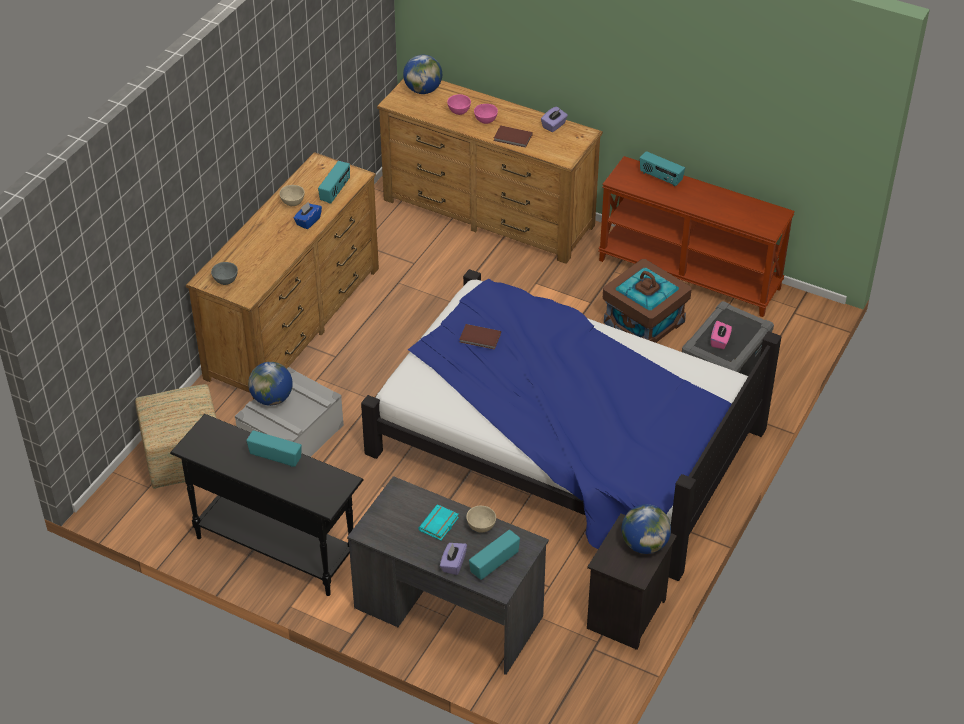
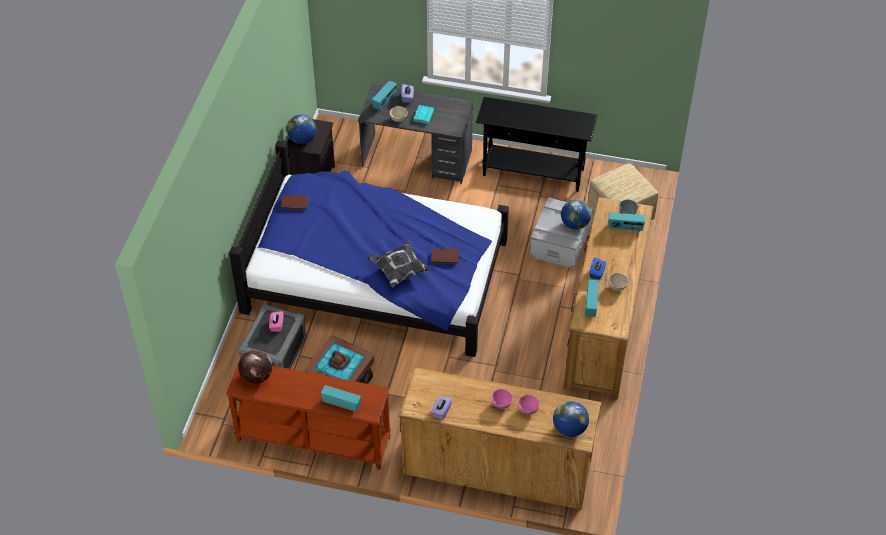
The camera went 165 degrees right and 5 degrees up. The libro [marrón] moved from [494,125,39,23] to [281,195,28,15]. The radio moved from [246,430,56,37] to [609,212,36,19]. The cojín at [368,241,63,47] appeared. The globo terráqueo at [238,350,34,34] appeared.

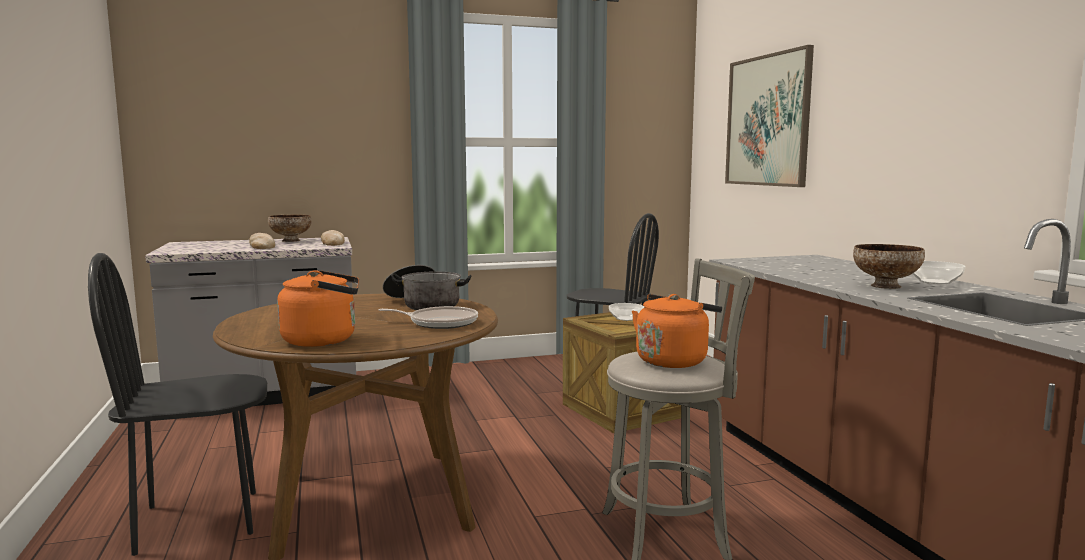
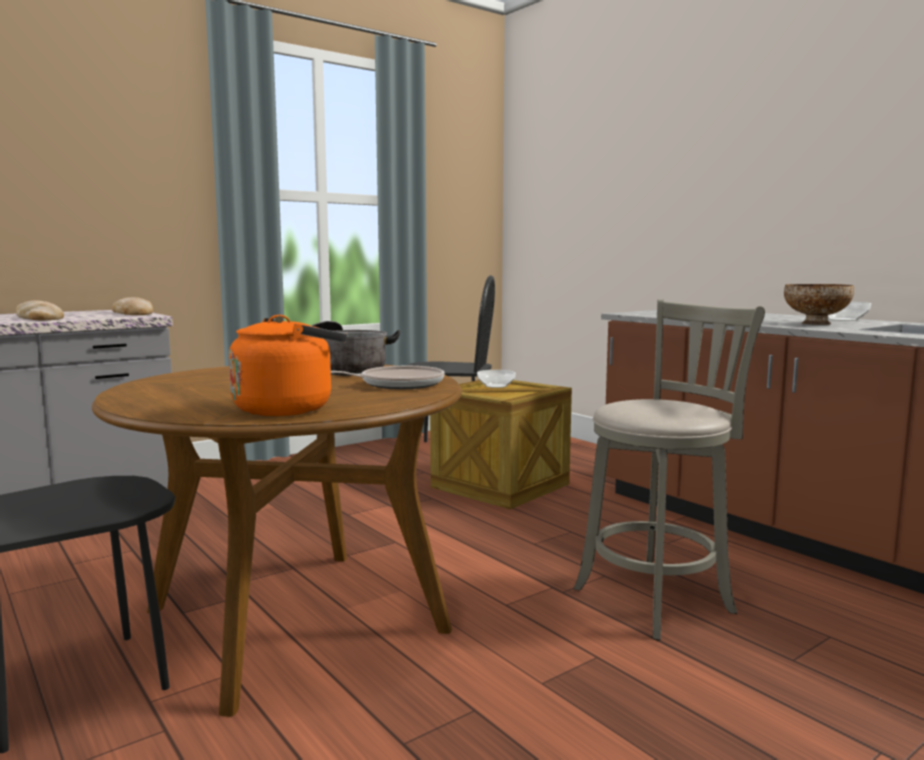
The camera went 20 degrees left and 0 degrees up. The cuadro at [725,45,89,142] disappeared. The cuenco at [268,215,43,27] disappeared. The hervidor [naranja] at [632,294,90,74] disappeared.

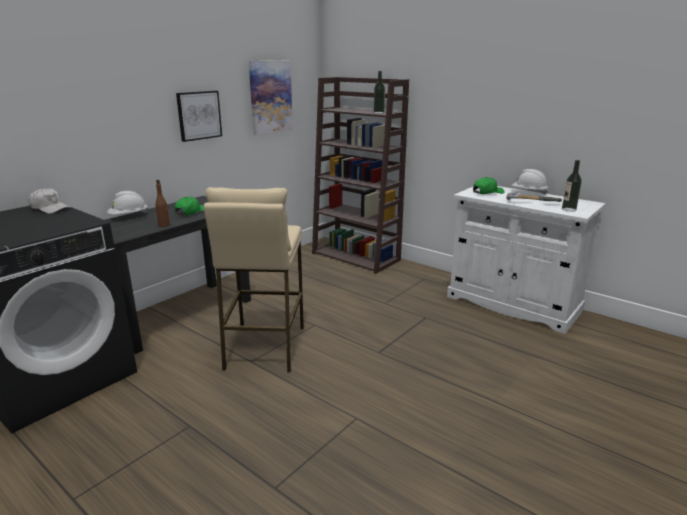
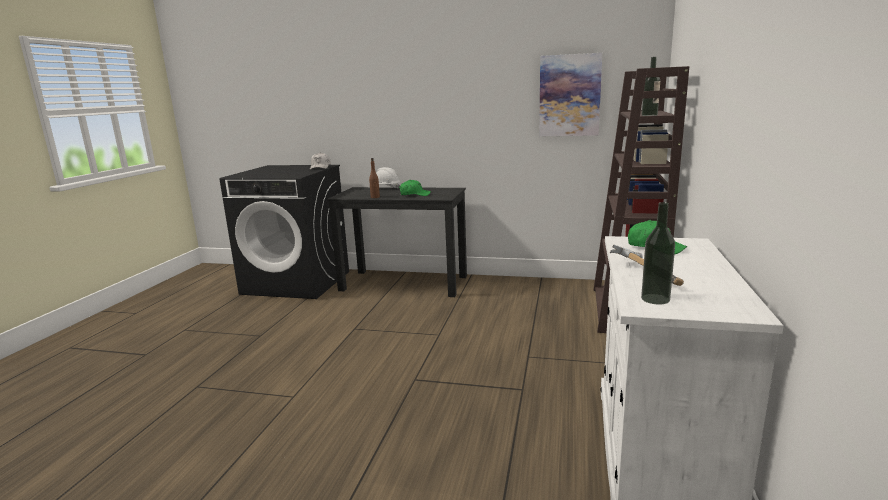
The camera went 65 degrees right and 5 degrees down. The cuadro at [176,91,46,51] disappeared. The casco [blanco] at [511,169,38,26] disappeared. The taburete [beis] at [204,187,100,186] disappeared.

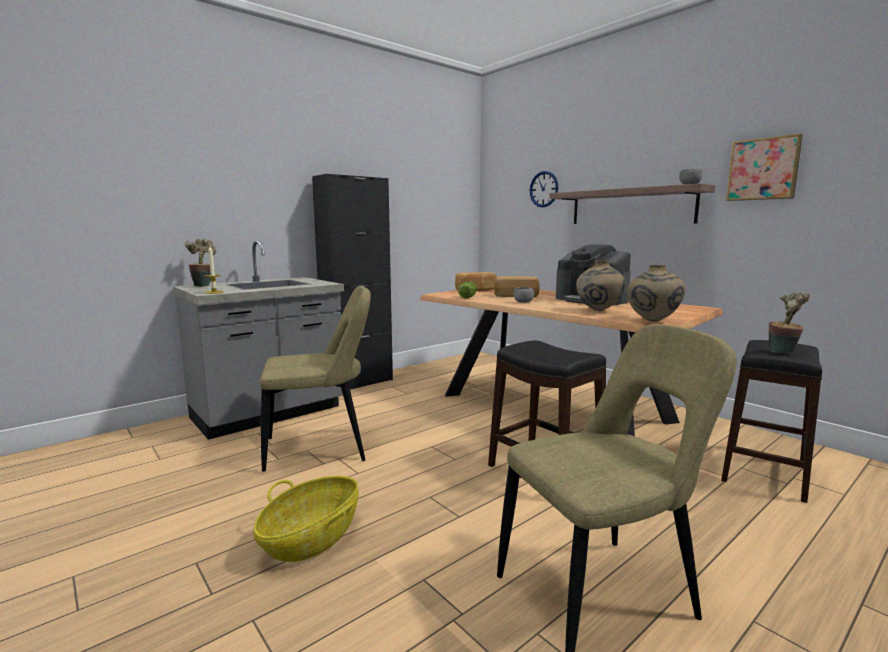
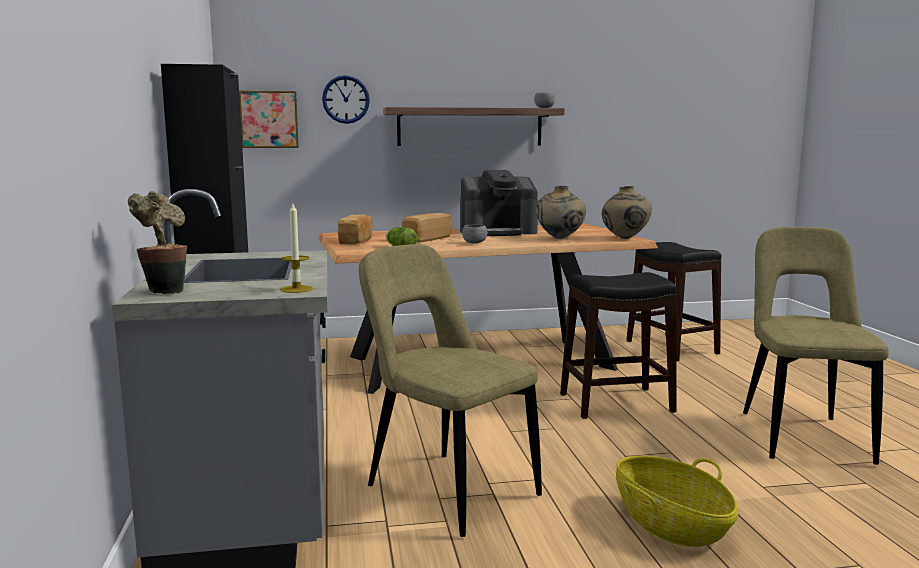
The camera went 60 degrees left and 0 degrees up. The cuadro moved from [726,134,77,67] to [239,91,60,57]. The silla [beis] at [260,286,111,186] turned 60 degrees counterclockwise. The planta en maceta at [768,292,42,61] disappeared.

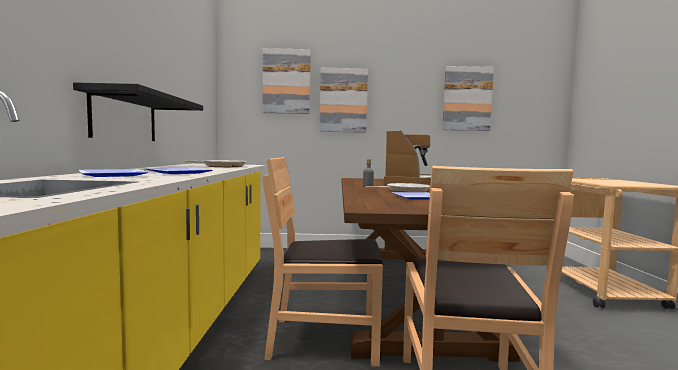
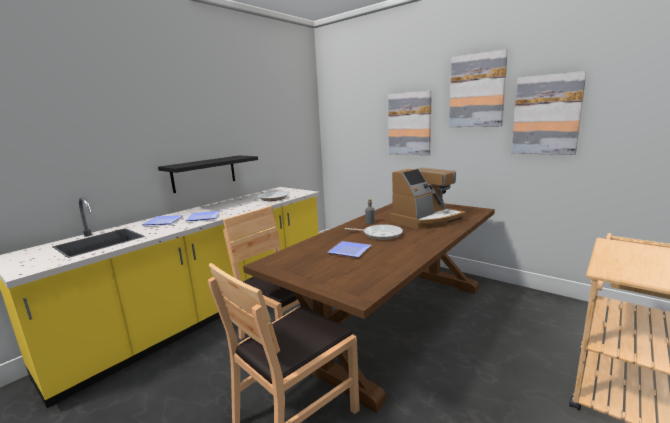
The camera went 40 degrees right and 10 degrees up. The cuadro moved from [263,48,48,66] to [449,49,59,78].

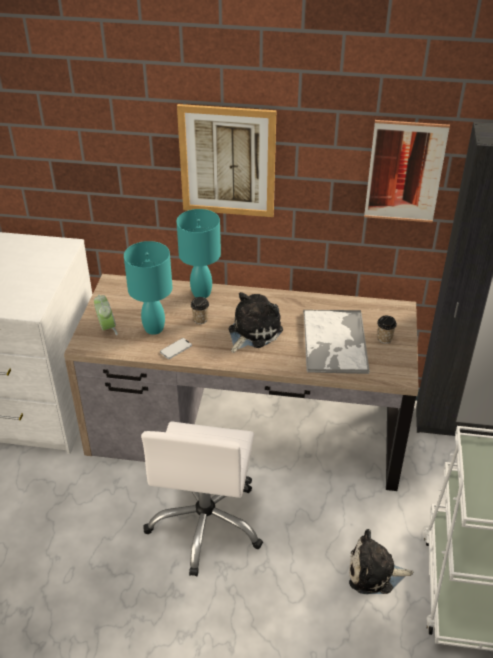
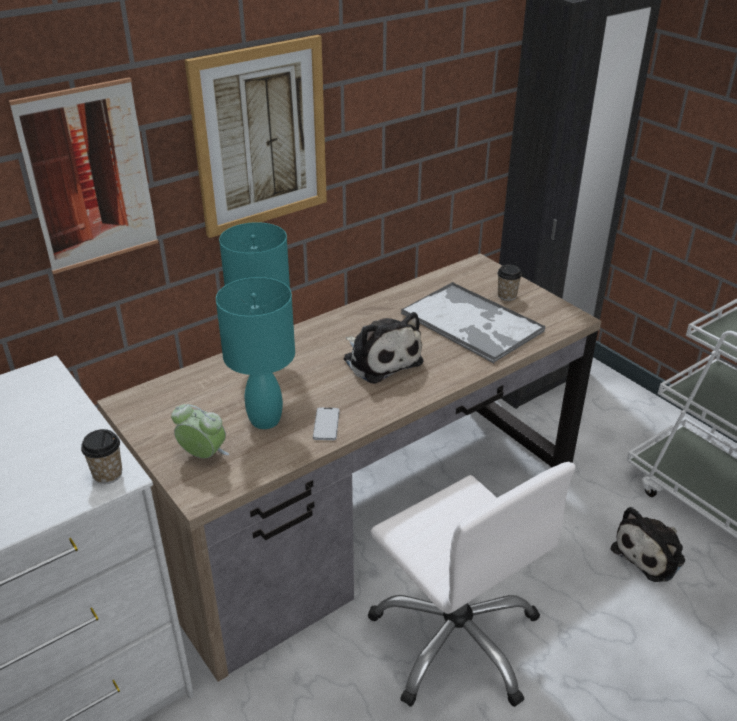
The camera went 45 degrees left and 5 degrees down. The cuadro moved from [364,120,86,103] to [9,77,149,197]. The peluche at [229,292,54,61] turned 150 degrees clockwise. The taza moved from [191,297,18,27] to [81,429,41,55].

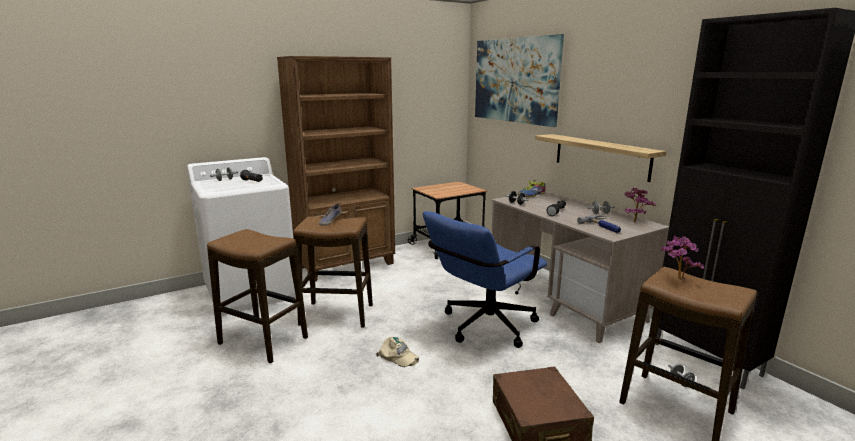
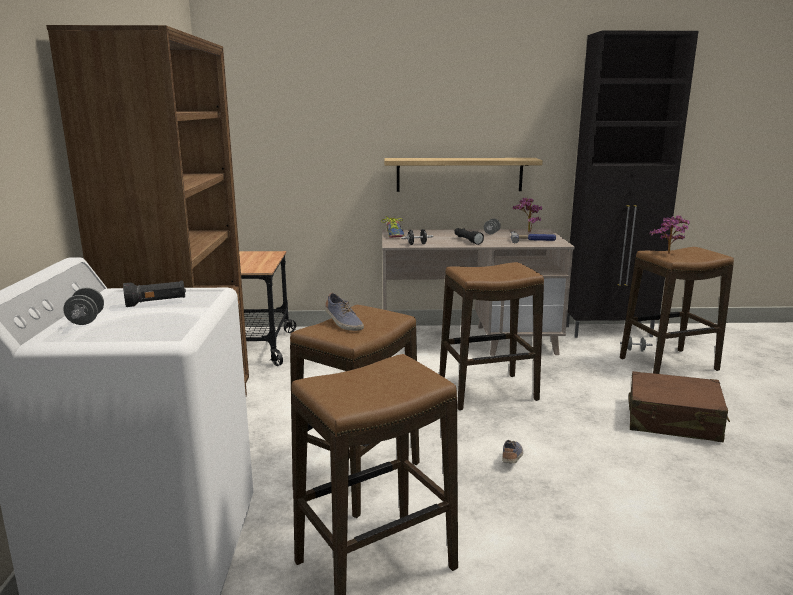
The camera went 60 degrees left and 0 degrees up. The cuadro at [475,34,89,93] disappeared. The silla de oficina [azul] at [423,211,124,137] was replaced by the taburete at [439,262,105,149]. The gorra [beis] at [376,337,43,30] was replaced by the zapato at [502,440,21,23].

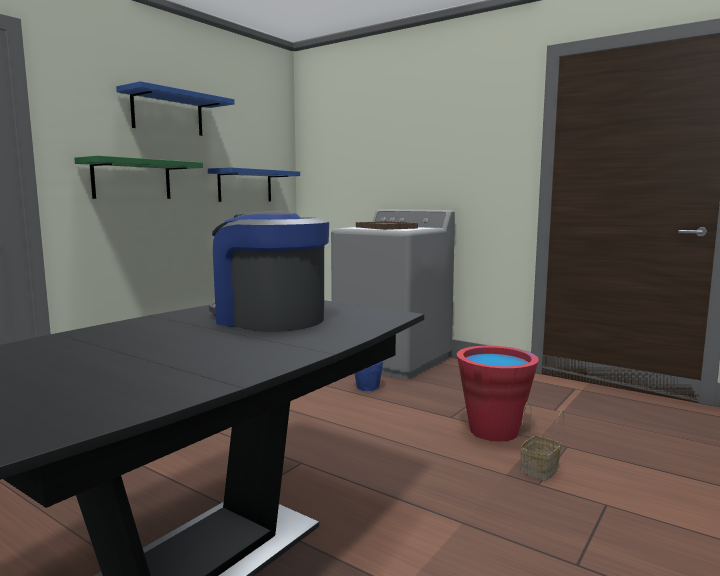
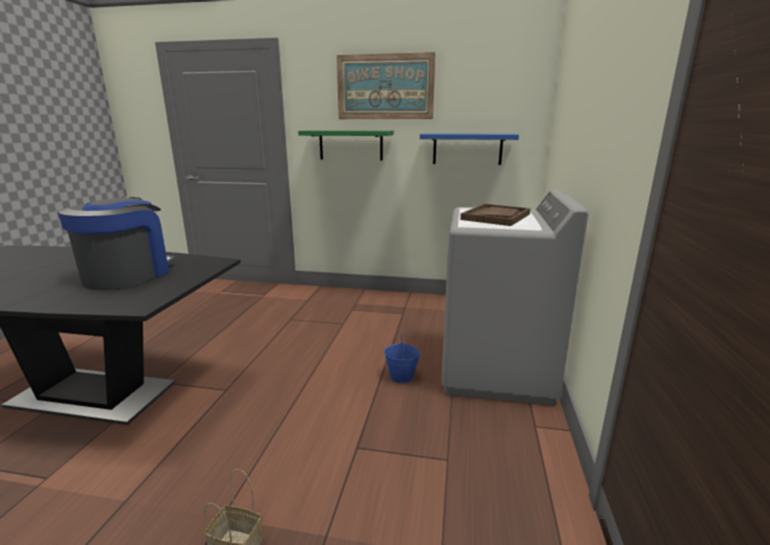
The camera went 65 degrees right and 10 degrees up. The estante [azul] at [116,81,119,55] was replaced by the cuadro at [337,52,99,67]. The cubo [rojo] at [457,346,82,96] disappeared.

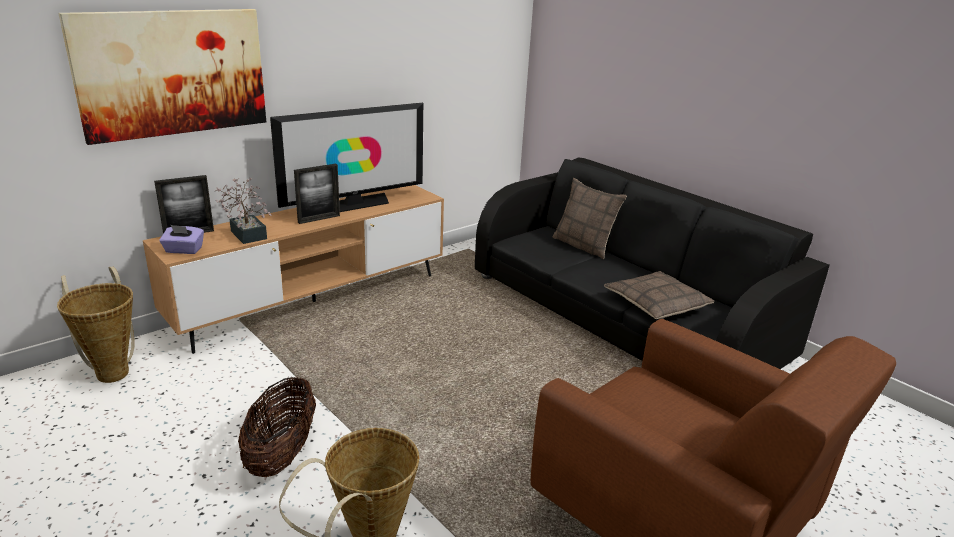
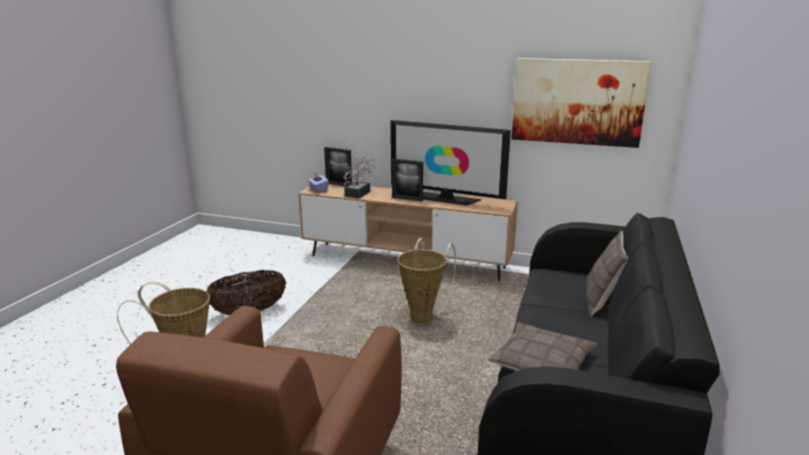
The camera went 60 degrees right and 5 degrees down. The cuadro moved from [58,9,208,136] to [511,58,140,90]. The cesta moved from [57,267,78,116] to [398,238,58,85].

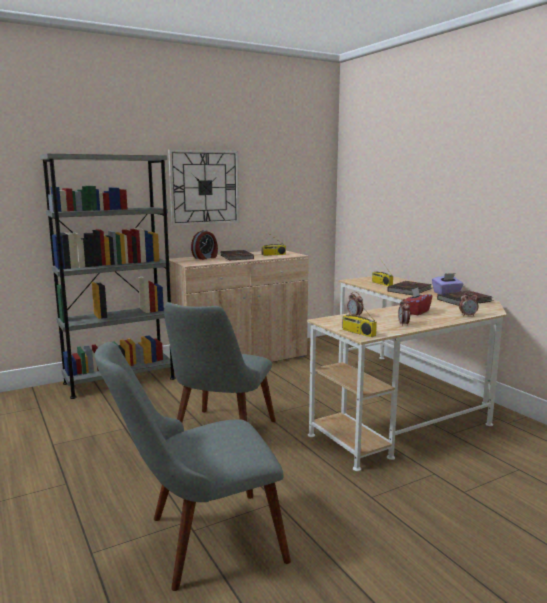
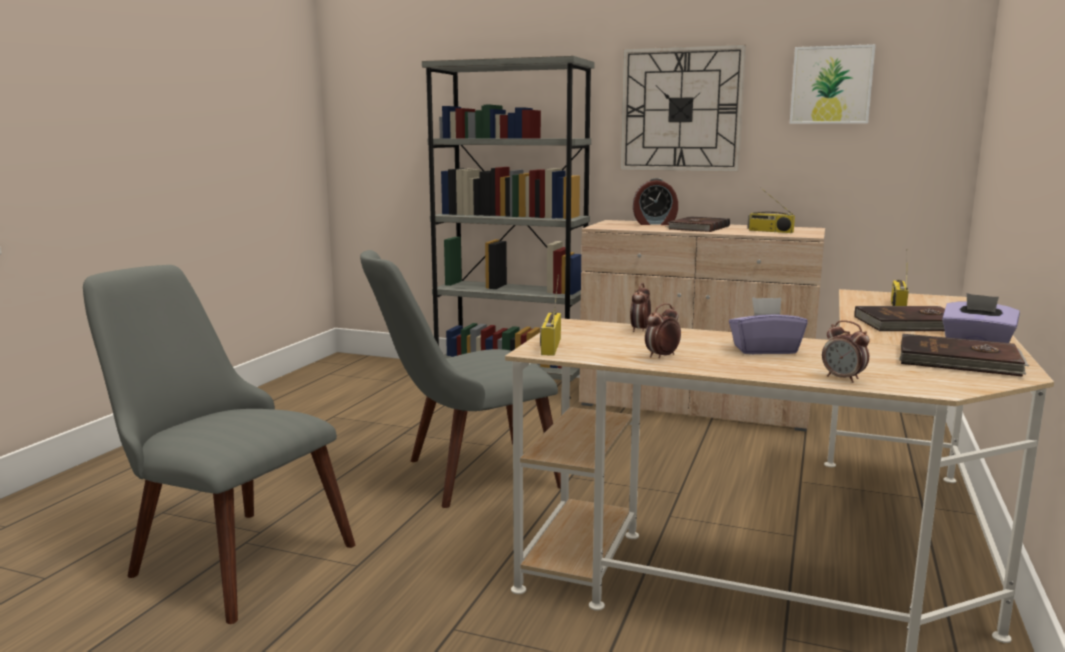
The camera went 50 degrees right and 0 degrees up. The caja de pañuelos [rojo] at [404,287,28,28] became the caja de pañuelos [morado] at [729,297,79,57]. The cuadro at [790,44,86,80] appeared.

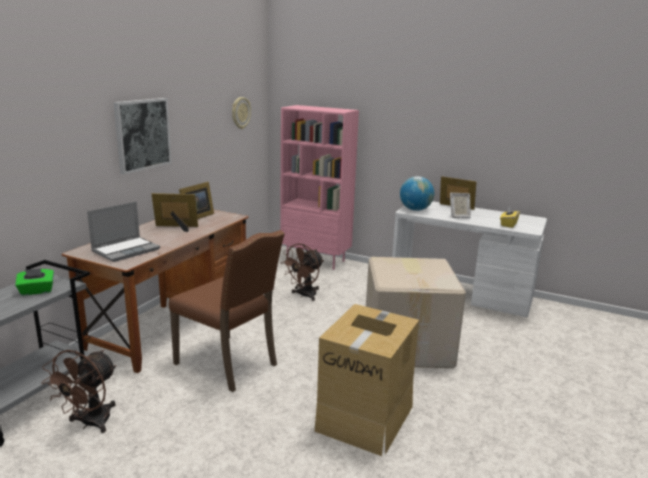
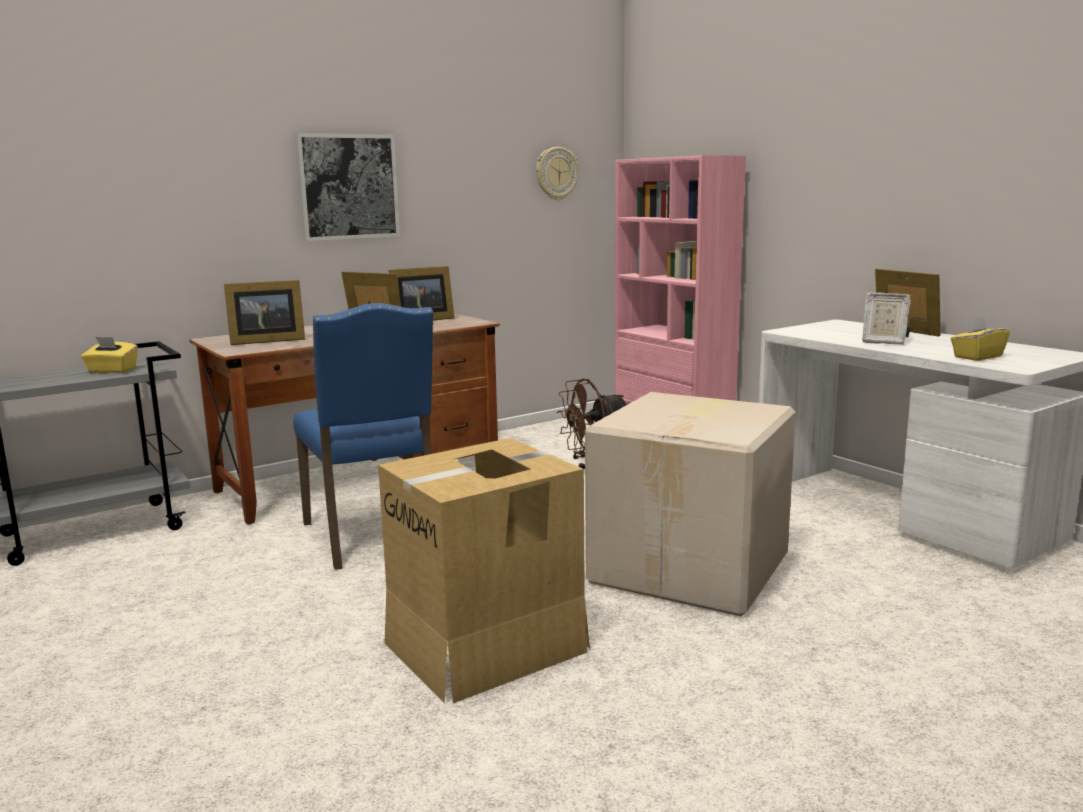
The camera went 30 degrees right and 5 degrees down. The globo terráqueo at [400,176,34,35] disappeared. The portátil at [87,202,73,60] was replaced by the portarretratos at [224,280,81,65]. The silla [marrón] at [169,230,116,162] became the silla [azul] at [293,303,141,267]. The caja de pañuelos [verde] at [15,268,39,27] became the caja de pañuelos [amarillo] at [81,337,57,36]. The ventilador [marrón] at [42,350,74,83] disappeared.

